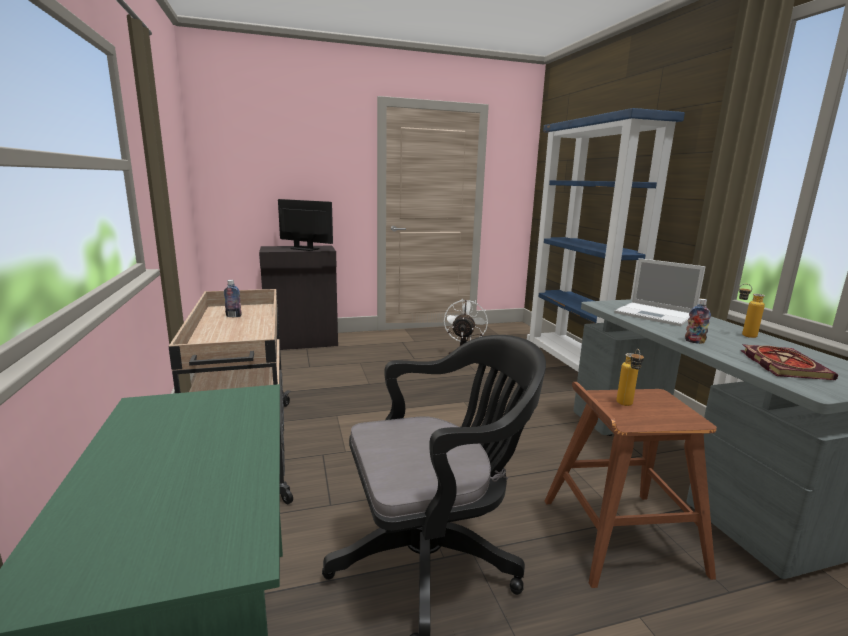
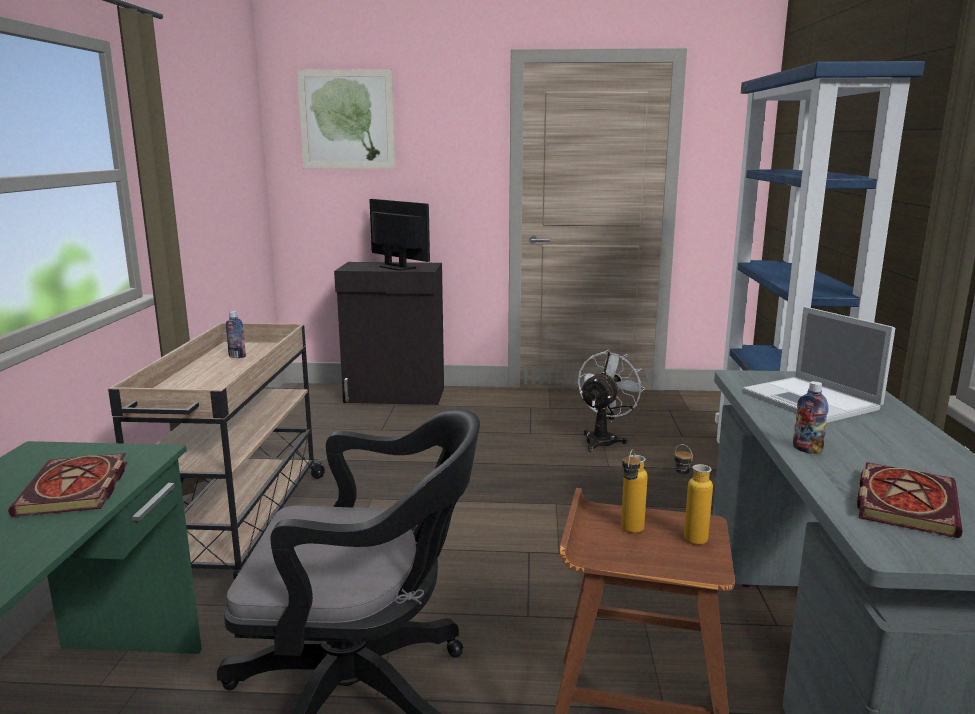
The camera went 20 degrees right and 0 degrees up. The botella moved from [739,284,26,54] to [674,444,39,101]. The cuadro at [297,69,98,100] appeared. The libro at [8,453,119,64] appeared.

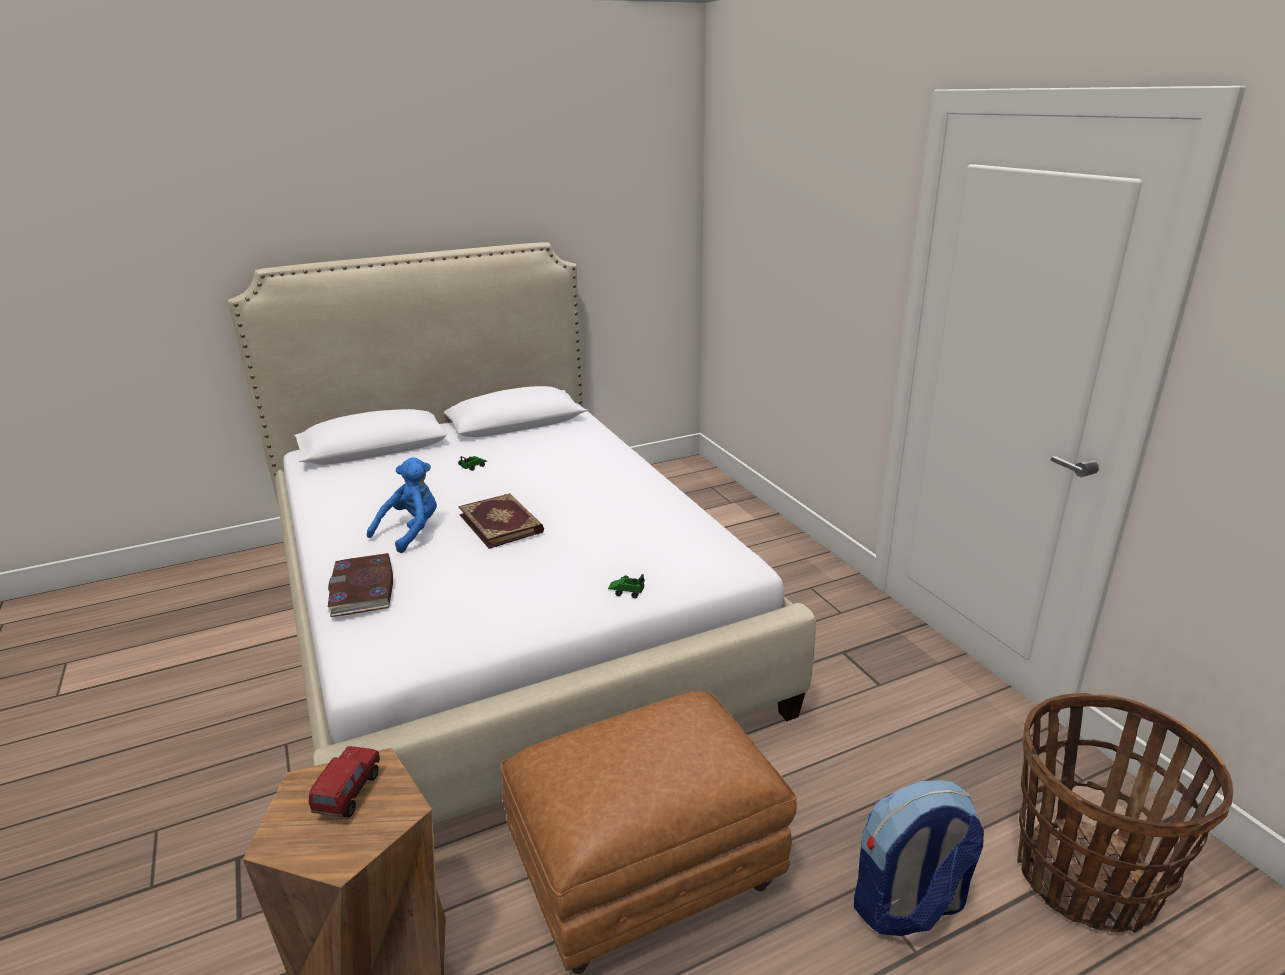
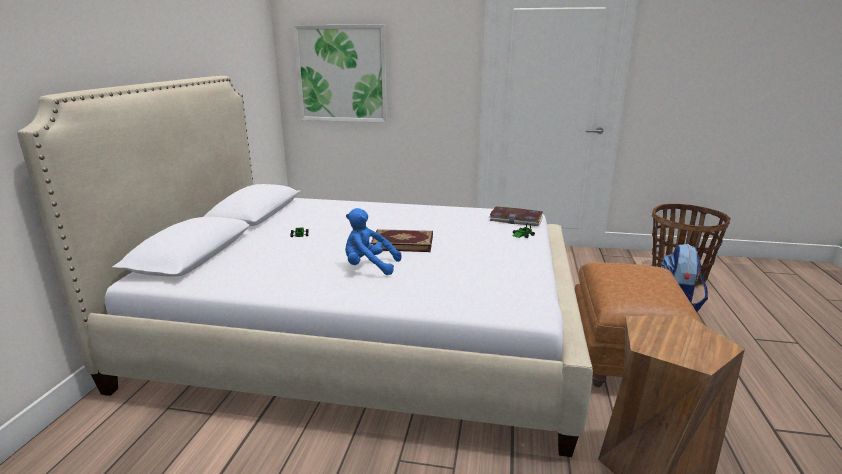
The camera went 55 degrees left and 5 degrees down. The peluche [azul] at [367,457,70,96] turned 60 degrees counterclockwise. The libro moved from [328,553,65,64] to [489,206,54,20]. The camión de juguete at [309,746,71,71] disappeared. The cuadro at [293,25,94,98] appeared.

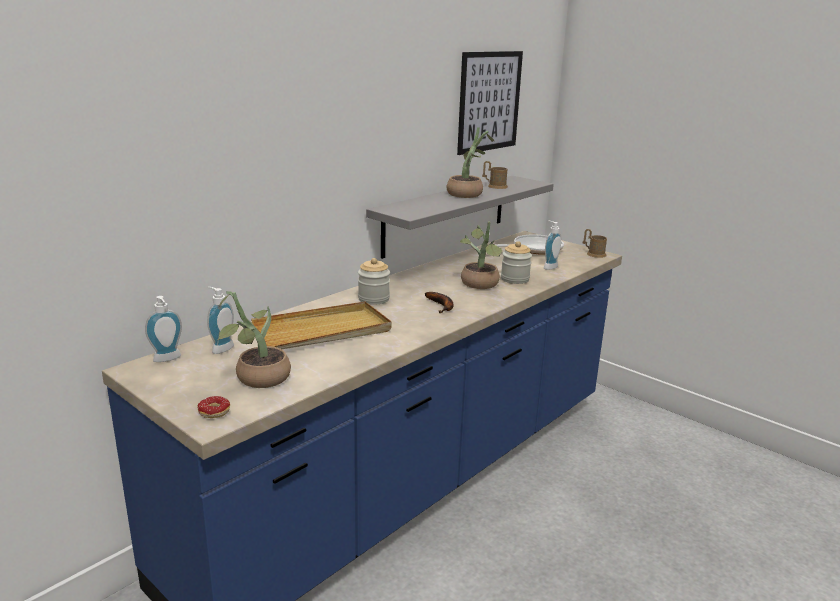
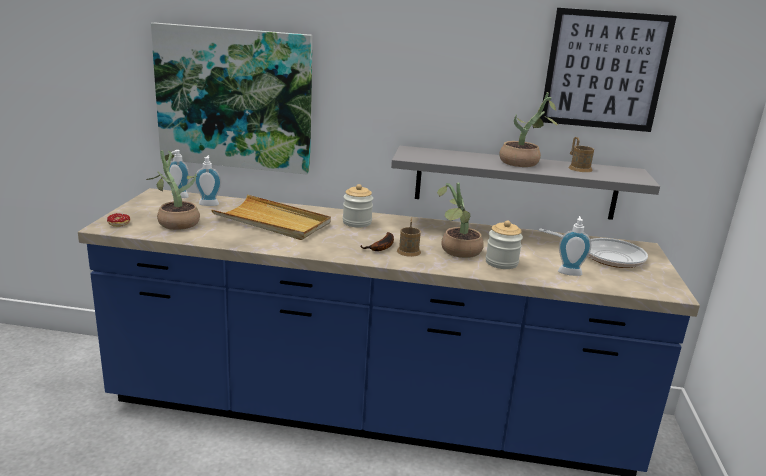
The camera went 55 degrees right and 0 degrees up. The taza grande [marrón] moved from [582,229,25,29] to [397,218,24,39]. The cuadro at [151,23,162,152] appeared.

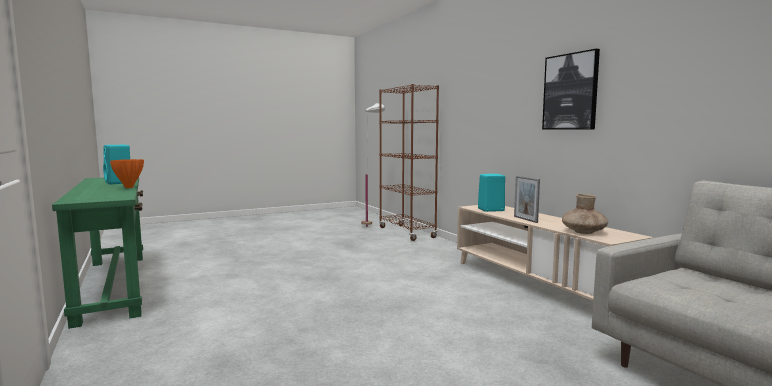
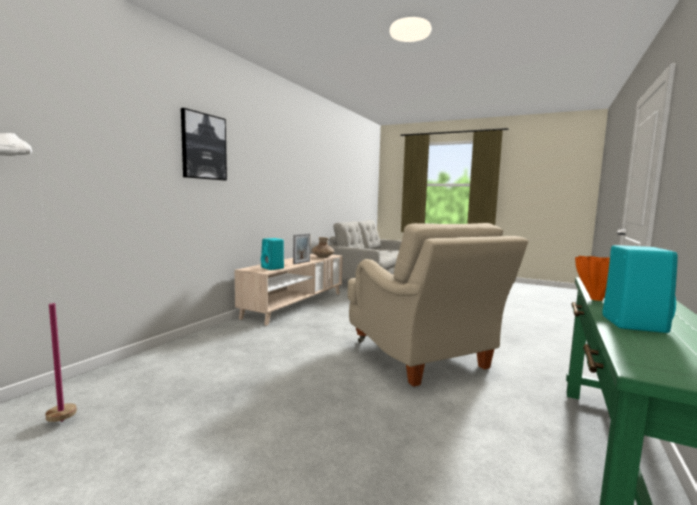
The camera went 125 degrees left and 0 degrees up. The cuadro moved from [542,49,58,81] to [181,108,46,72]. The estantería [marrón] at [379,84,60,157] disappeared. The sillón [beis] at [347,223,181,164] appeared.

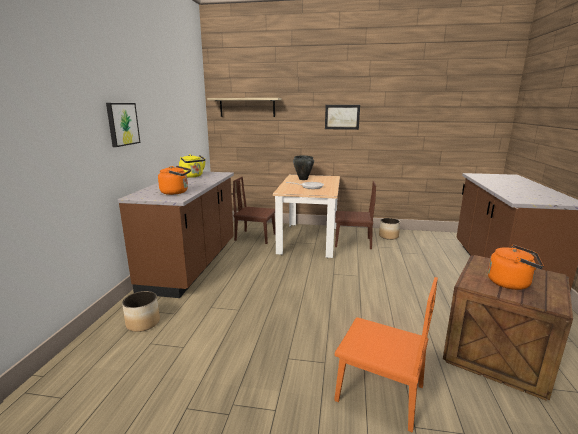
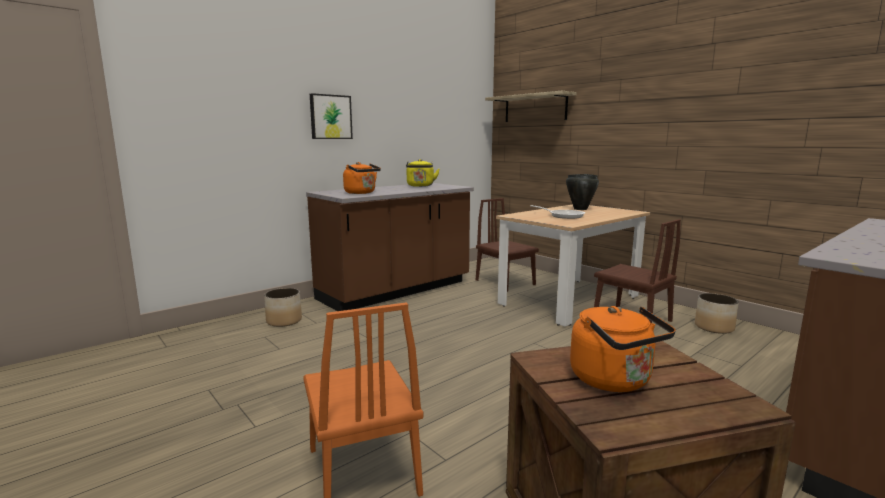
The camera went 40 degrees right and 5 degrees down. The cuadro at [325,105,35,25] disappeared.

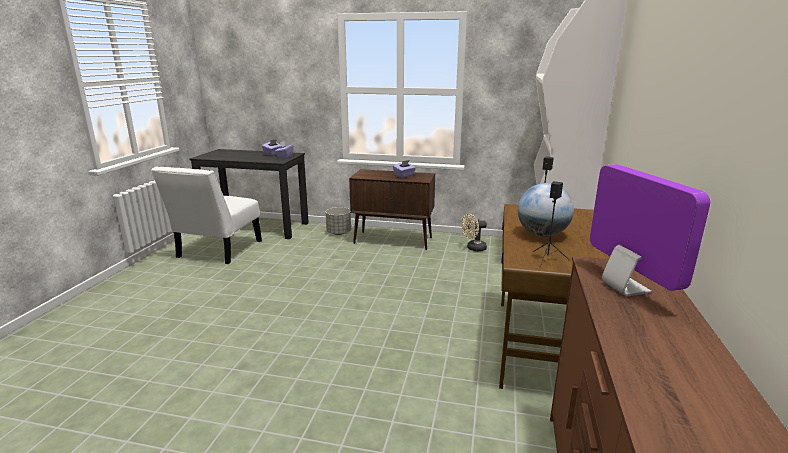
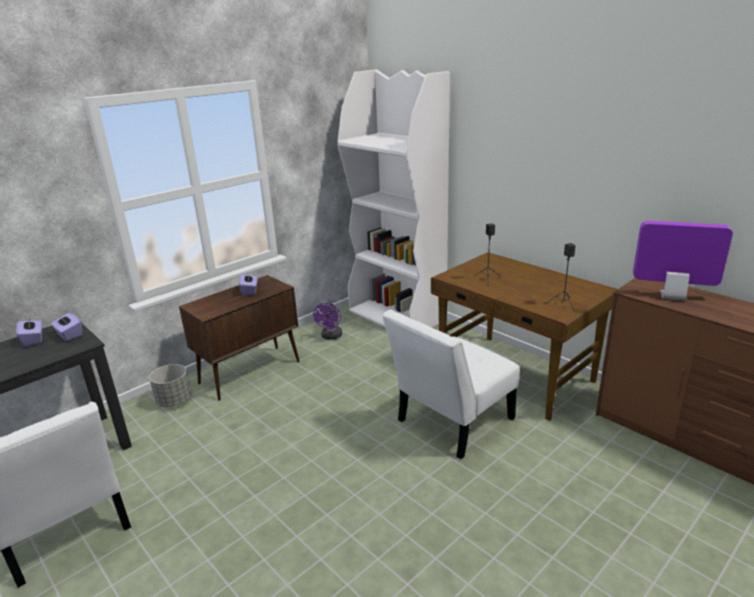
The camera went 55 degrees left and 5 degrees up. The globo terráqueo at [518,183,56,54] disappeared. The ventilador [beis] at [462,214,25,37] became the ventilador [morado] at [313,303,29,37]. The silla [blanco] at [382,309,138,150] appeared.

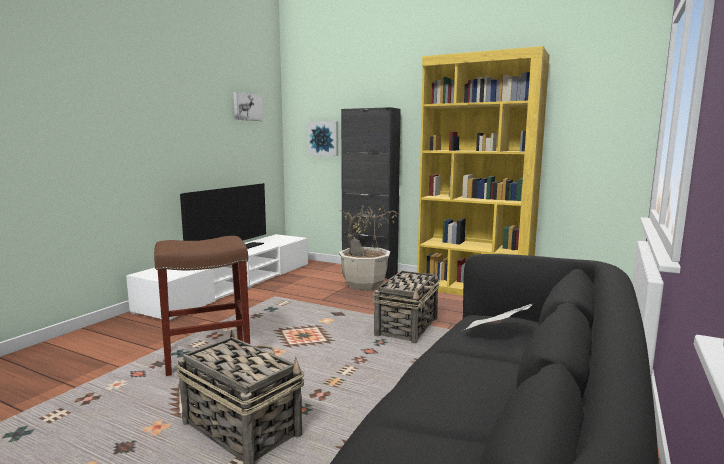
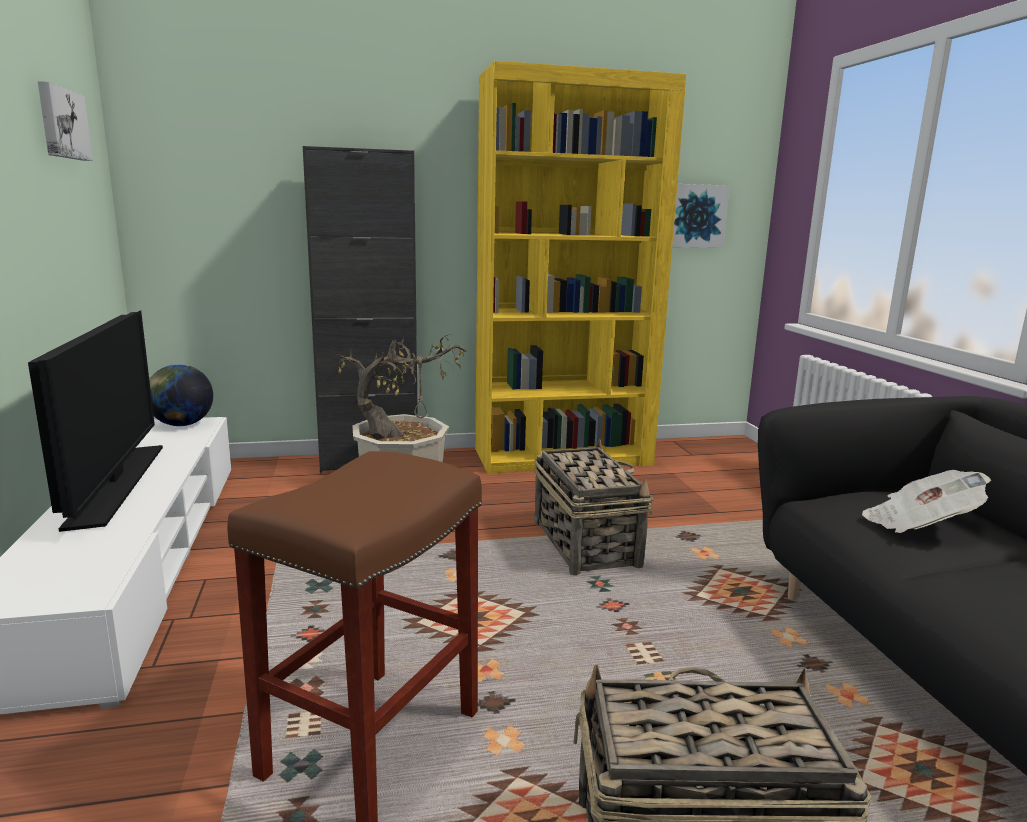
The camera went 40 degrees left and 5 degrees up. The cuadro moved from [308,121,30,35] to [672,184,58,64]. The globo terráqueo at [149,364,64,62] appeared.

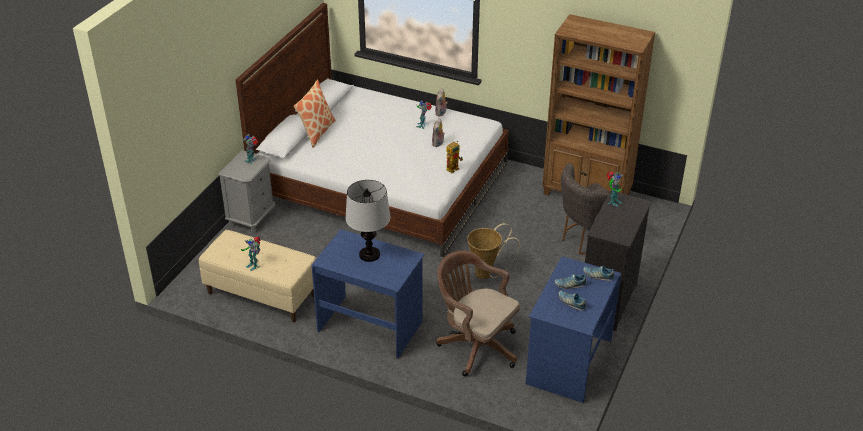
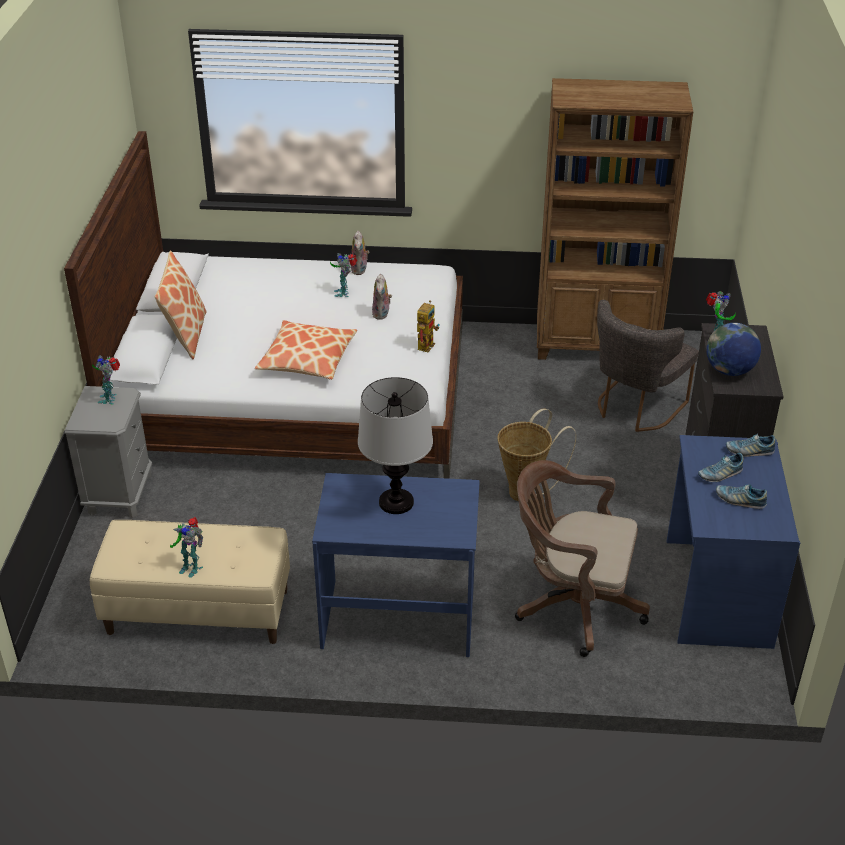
The camera went 20 degrees left and 0 degrees up. The cojín at [255,320,102,60] appeared. The globo terráqueo at [706,323,55,53] appeared.

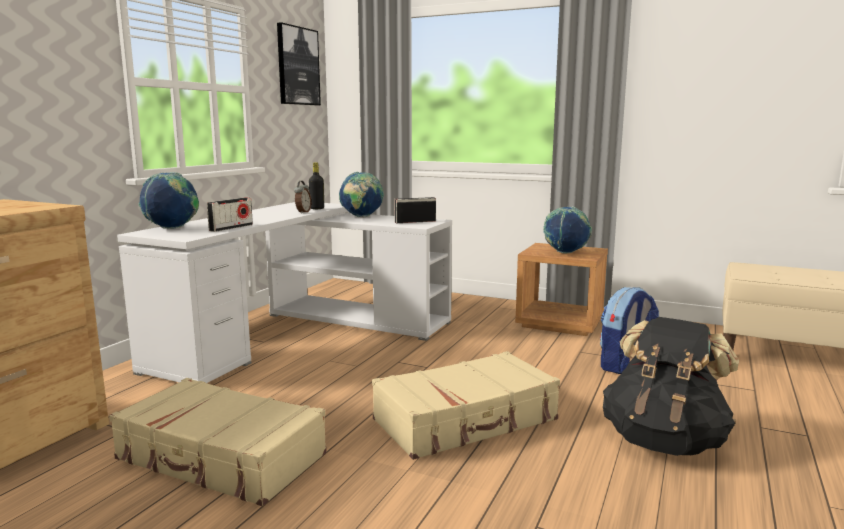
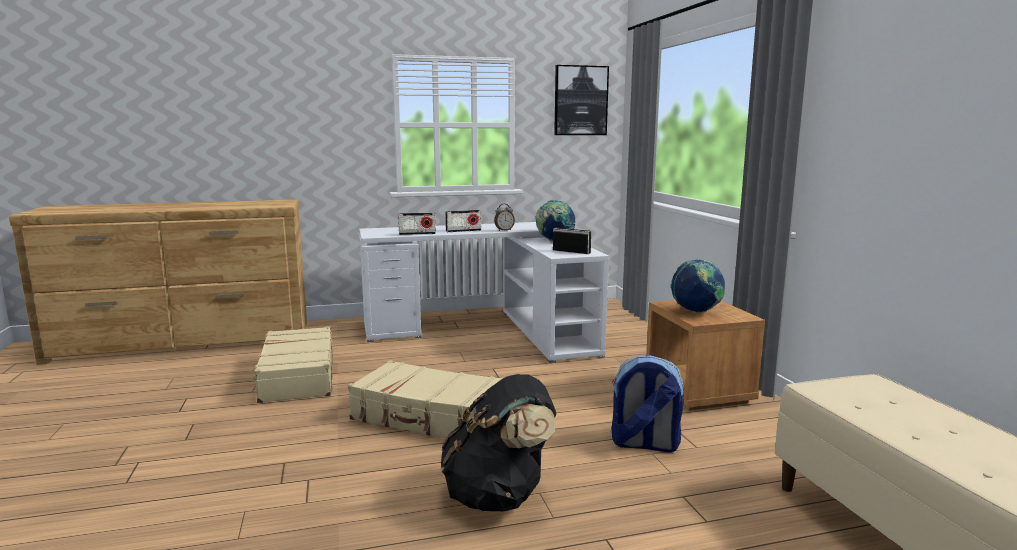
The camera went 50 degrees right and 0 degrees up. The botella [negro] at [309,163,15,46] disappeared. The globo terráqueo at [138,172,61,57] disappeared. The radio at [445,210,36,22] appeared.

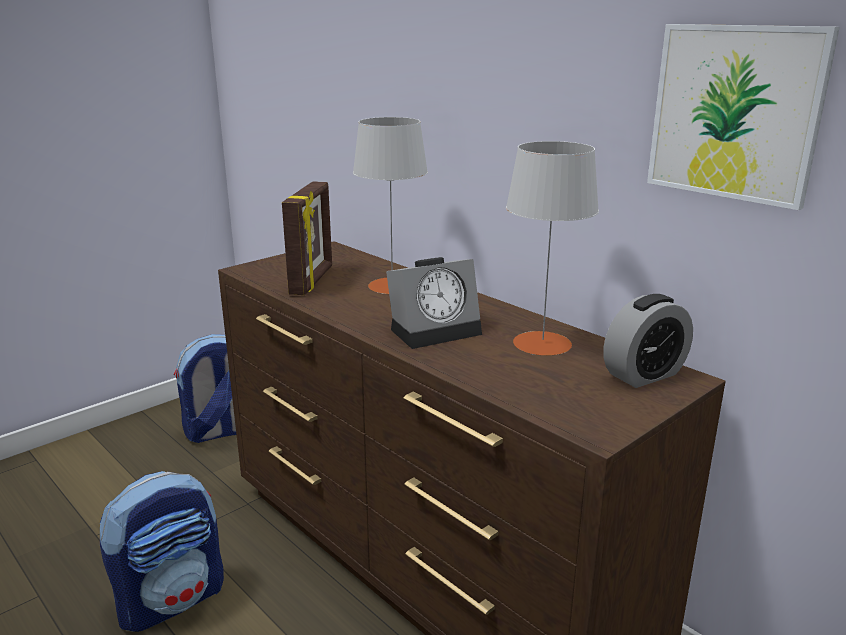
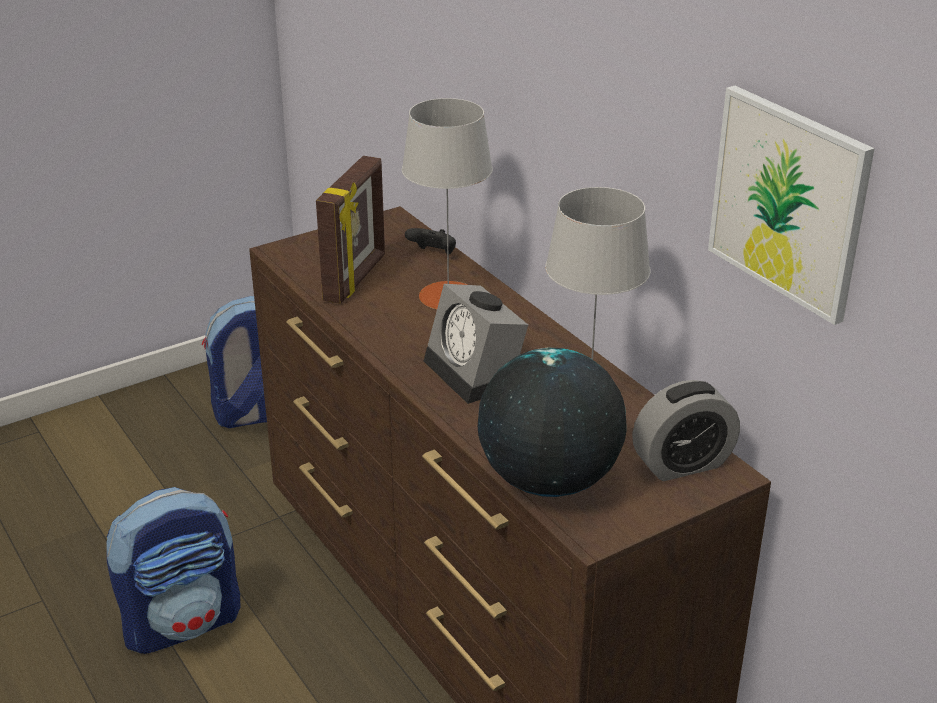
The camera went 10 degrees right and 10 degrees up. The despertador at [386,257,96,92] turned 75 degrees clockwise. The mando de consola [negro] at [405,228,51,26] appeared. The globo terráqueo at [477,348,149,149] appeared.

